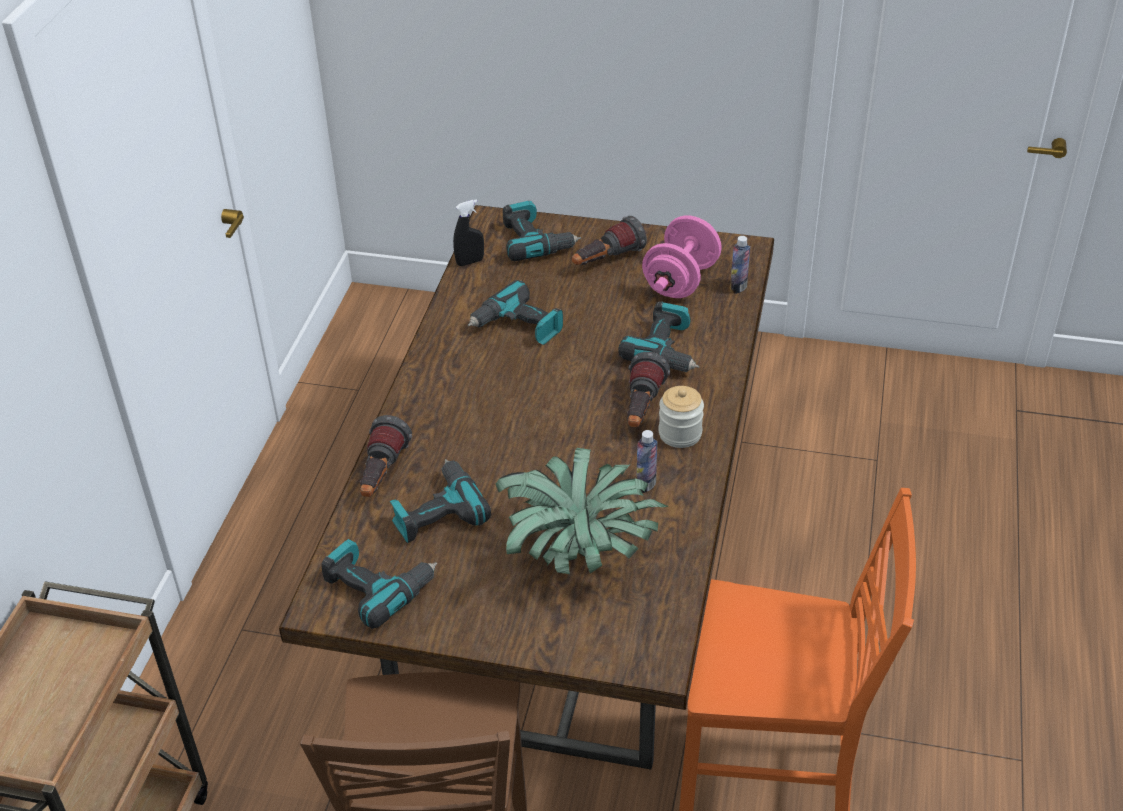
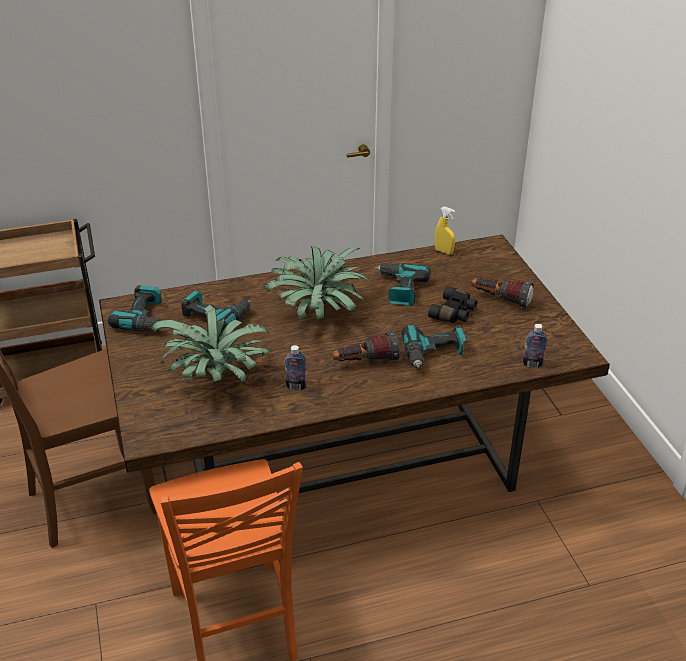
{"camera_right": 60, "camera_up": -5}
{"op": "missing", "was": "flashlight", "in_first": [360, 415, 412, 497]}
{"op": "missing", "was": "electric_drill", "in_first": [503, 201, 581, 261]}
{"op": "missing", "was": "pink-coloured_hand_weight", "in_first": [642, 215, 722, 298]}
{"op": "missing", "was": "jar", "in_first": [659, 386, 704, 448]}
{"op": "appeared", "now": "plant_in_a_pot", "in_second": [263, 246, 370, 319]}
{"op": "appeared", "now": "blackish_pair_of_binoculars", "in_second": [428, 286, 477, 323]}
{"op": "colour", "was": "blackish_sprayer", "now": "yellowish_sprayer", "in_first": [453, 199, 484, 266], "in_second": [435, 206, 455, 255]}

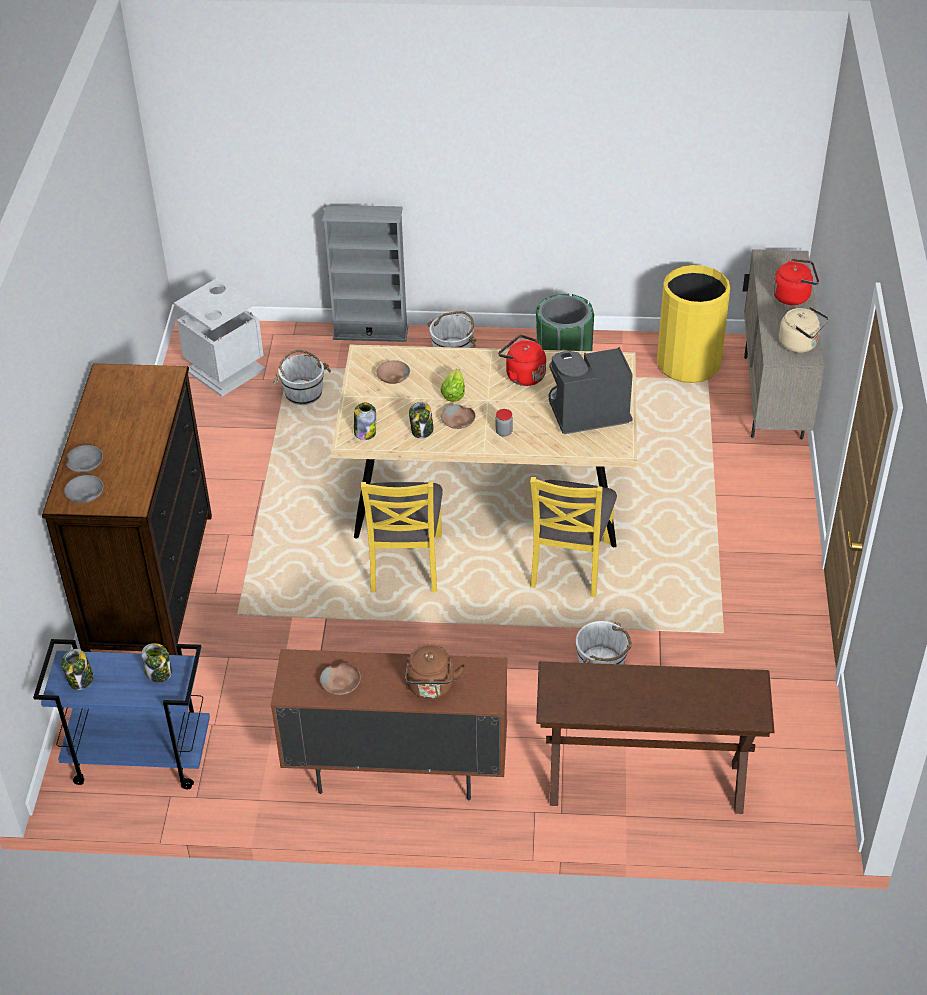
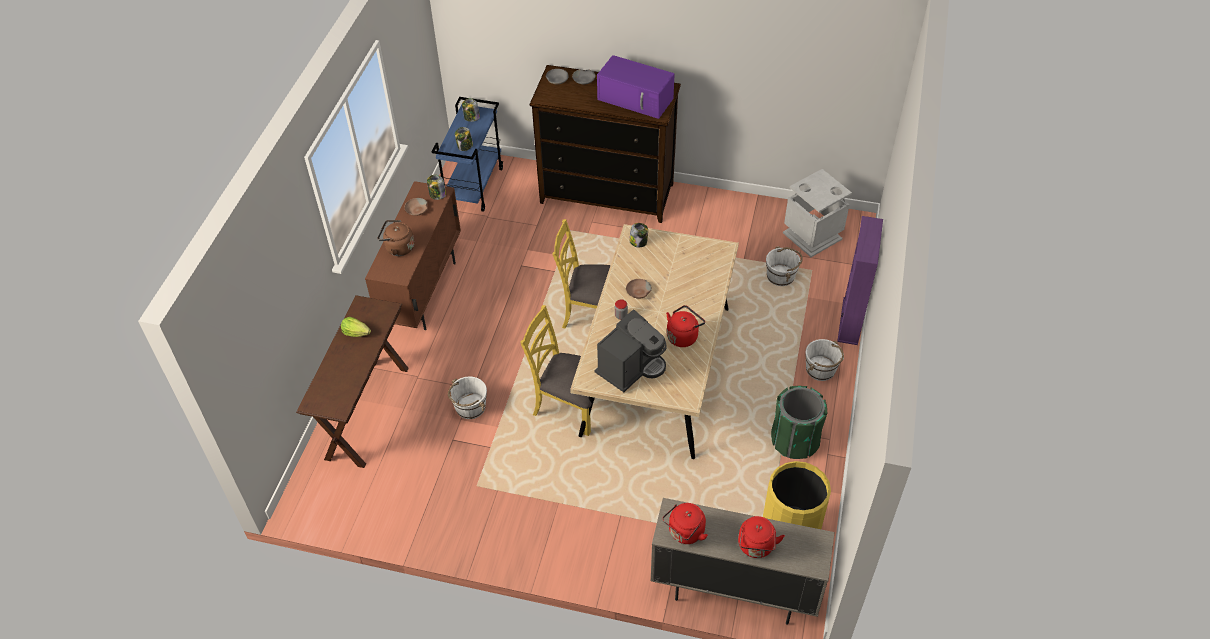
{"camera_right": 100, "camera_up": 5}
{"op": "missing", "was": "brown-coloured_deep_dish", "in_first": [377, 360, 410, 384]}
{"op": "appeared", "now": "purple_kitchen_microwave", "in_second": [597, 55, 675, 119]}
{"op": "relocated", "was": "jar", "in_first": [409, 402, 434, 439], "in_second": [427, 175, 446, 200]}
{"op": "relocated", "was": "lettuce_head", "in_first": [440, 369, 465, 402], "in_second": [341, 317, 371, 337]}
{"op": "colour", "was": "gray_bookcase", "now": "purple_bookcase", "in_first": [322, 205, 408, 342], "in_second": [837, 216, 883, 345]}
{"op": "colour", "was": "sand-coloured_kettle", "now": "red-coloured_kettle", "in_first": [779, 307, 829, 353], "in_second": [663, 503, 708, 544]}
{"op": "spun", "was": "coffee_machine", "in_first": [549, 347, 633, 434], "in_second": [595, 309, 667, 392], "clockwise": 45}

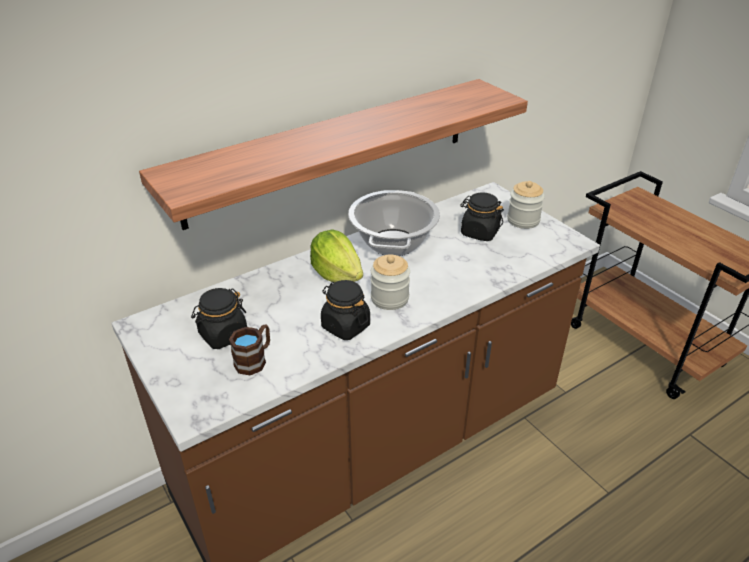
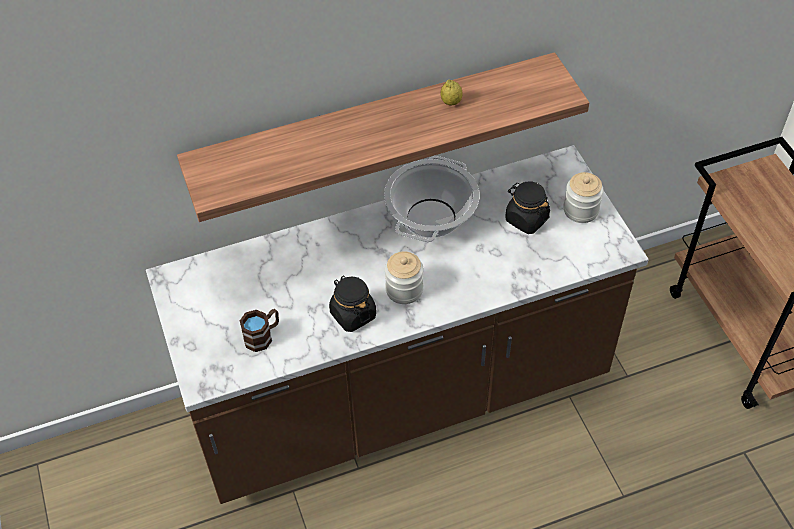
{"camera_right": 15, "camera_up": 15}
{"op": "missing", "was": "blackish_jar", "in_first": [191, 288, 247, 349]}
{"op": "missing", "was": "lettuce_head", "in_first": [310, 229, 363, 282]}
{"op": "appeared", "now": "citrus_fruit", "in_second": [440, 79, 463, 106]}

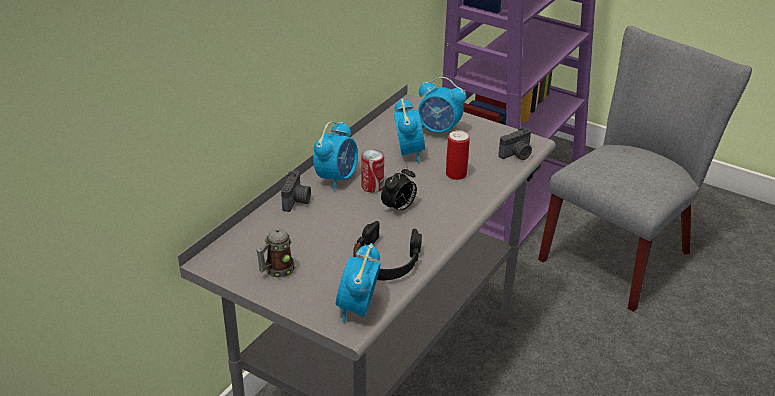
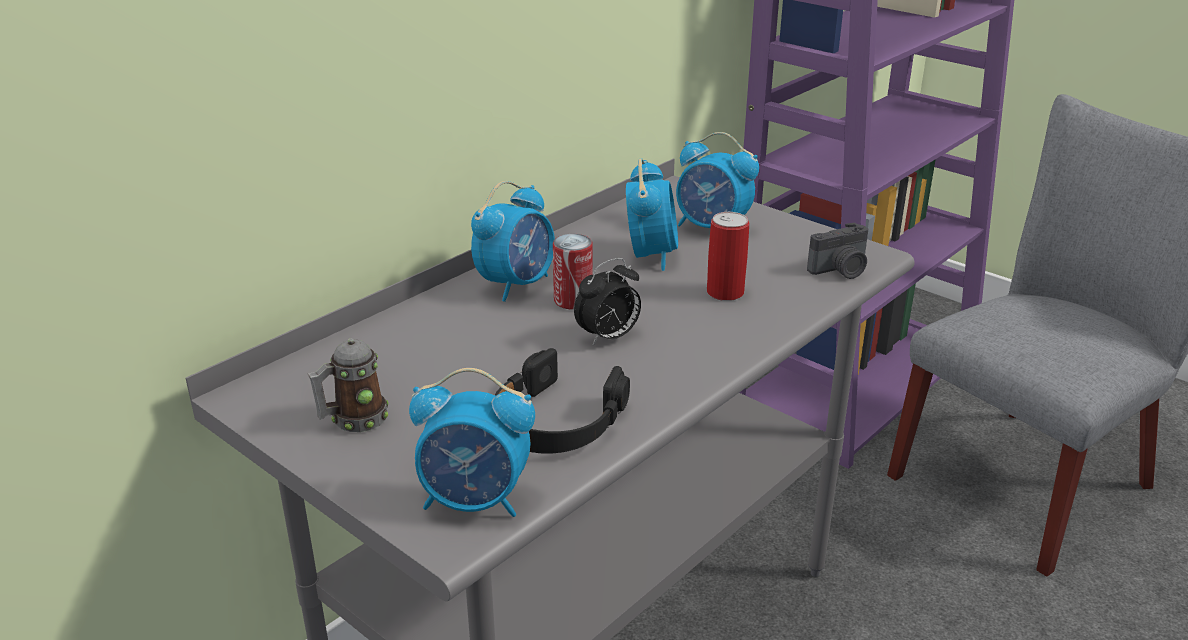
{"camera_right": 10, "camera_up": -5}
{"op": "missing", "was": "still_camera", "in_first": [281, 170, 311, 212]}
{"op": "spun", "was": "bedside_clock", "in_first": [336, 243, 381, 322], "in_second": [409, 368, 535, 517], "clockwise": -105}

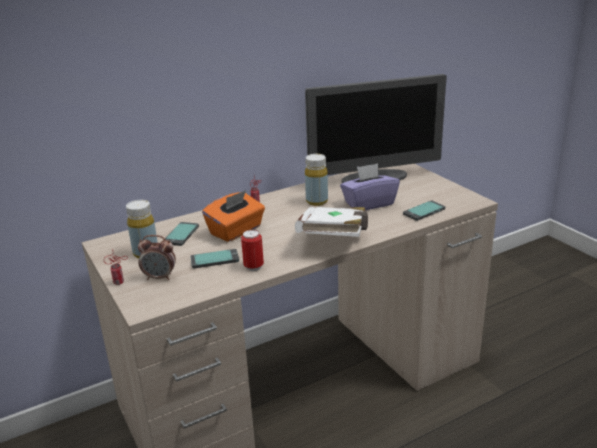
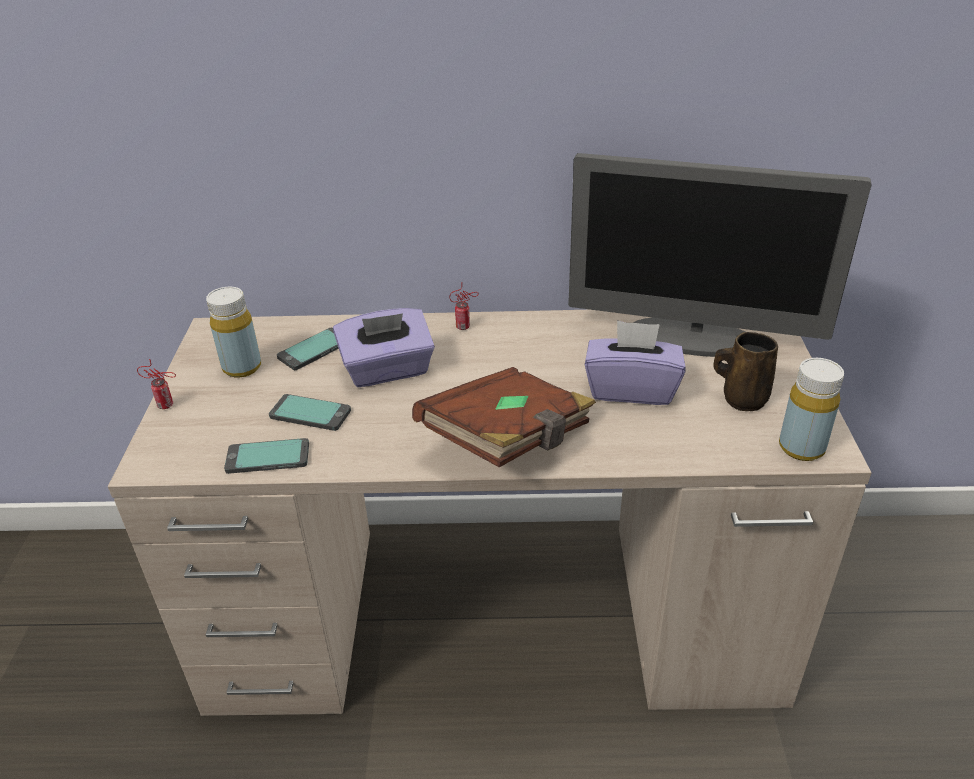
{"camera_right": 30, "camera_up": 10}
{"op": "missing", "was": "bedside_clock", "in_first": [138, 235, 176, 280]}
{"op": "missing", "was": "metal_can", "in_first": [241, 230, 264, 271]}
{"op": "appeared", "now": "brown-coloured_mug", "in_second": [713, 332, 778, 411]}
{"op": "relocated", "was": "yellowish_bottle", "in_first": [305, 154, 328, 206], "in_second": [779, 358, 844, 461]}
{"op": "relocated", "was": "phone", "in_first": [403, 201, 445, 221], "in_second": [224, 438, 309, 474]}
{"op": "colour", "was": "orangey_tissue_holder", "now": "purple_tissue_holder", "in_first": [202, 190, 265, 242], "in_second": [333, 308, 435, 387]}
{"op": "colour", "was": "whitish_volume", "now": "brown-coloured_volume", "in_first": [295, 207, 368, 237], "in_second": [412, 367, 596, 467]}

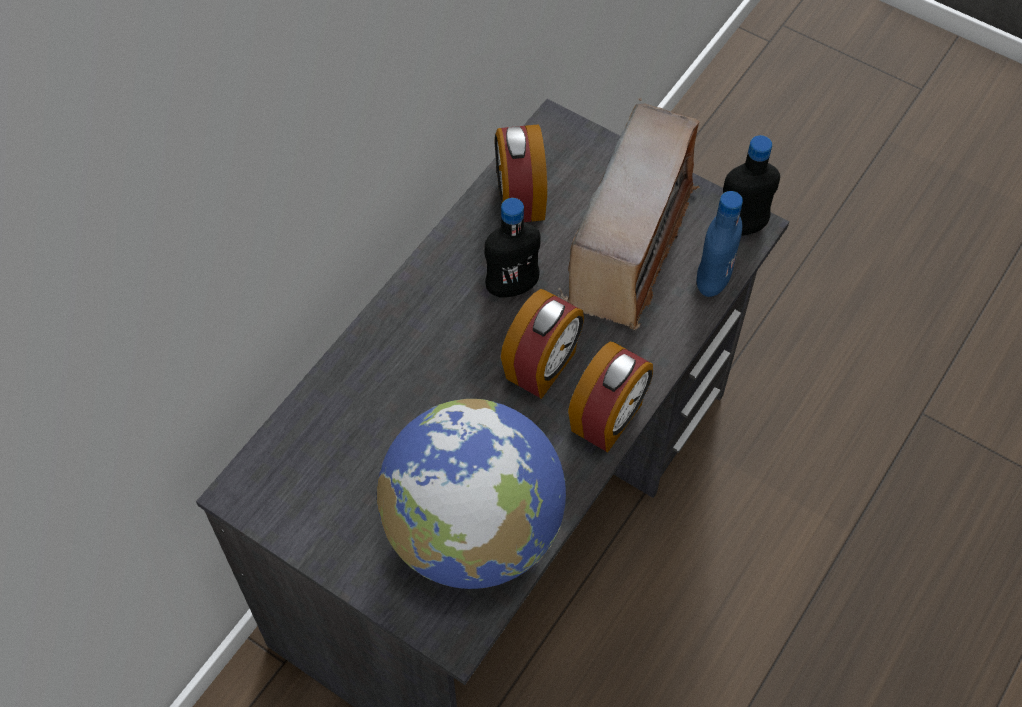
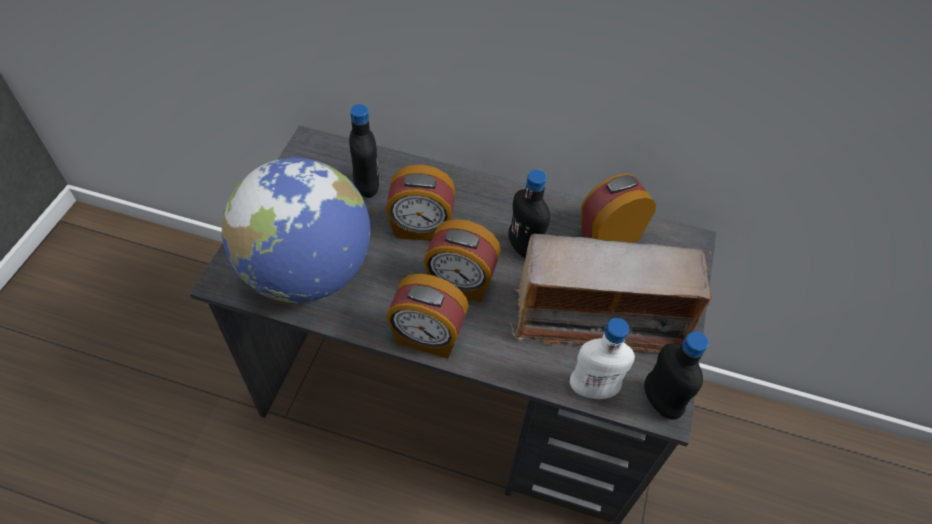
{"camera_right": 70, "camera_up": -5}
{"op": "appeared", "now": "blackish_bottle", "in_second": [349, 104, 379, 198]}
{"op": "appeared", "now": "bedside_clock", "in_second": [386, 165, 455, 241]}
{"op": "colour", "was": "blue-coloured_bottle", "now": "whitish_bottle", "in_first": [697, 191, 743, 297], "in_second": [570, 318, 635, 399]}

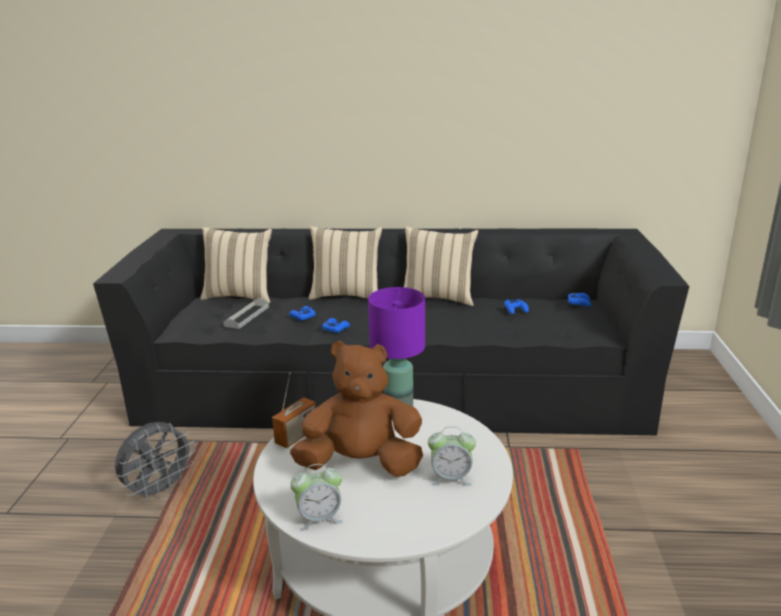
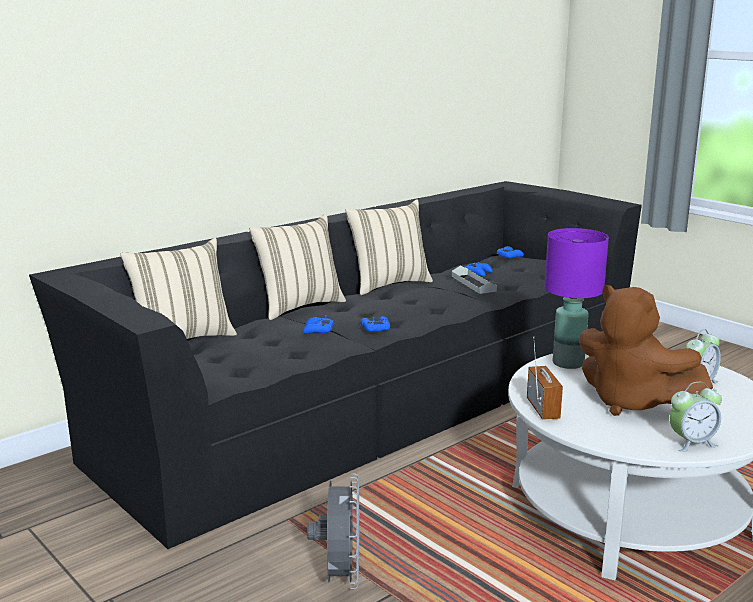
{"camera_right": -45, "camera_up": -5}
{"op": "relocated", "was": "gray_serving_tray", "in_first": [223, 298, 269, 329], "in_second": [452, 266, 497, 294]}
{"op": "spun", "was": "brown-coloured_cuddly_toy", "in_first": [290, 341, 423, 477], "in_second": [579, 284, 713, 416], "clockwise": -90}
{"op": "spun", "was": "bedside_clock", "in_first": [290, 464, 343, 531], "in_second": [670, 382, 722, 452], "clockwise": 45}

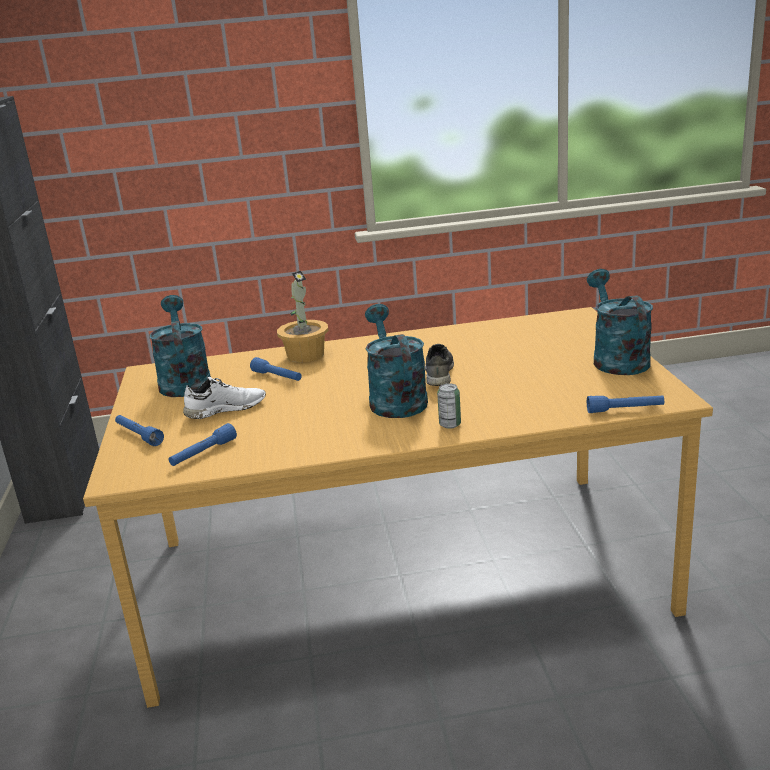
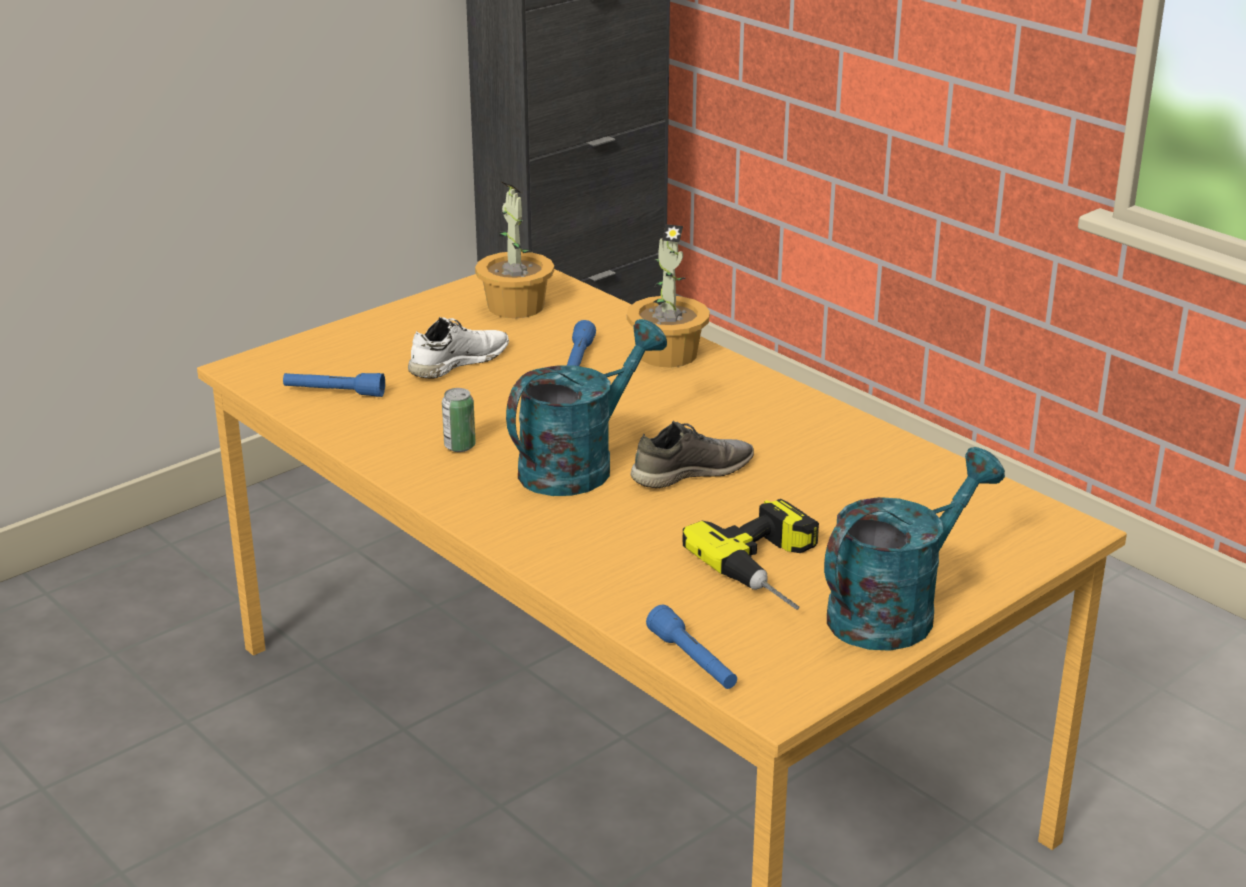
{"camera_right": 55, "camera_up": 5}
{"op": "missing", "was": "blue-coloured_flashlight", "in_first": [115, 415, 164, 446]}
{"op": "appeared", "now": "electric_drill", "in_second": [683, 499, 819, 610]}
{"op": "relocated", "was": "metal_can", "in_first": [437, 383, 461, 429], "in_second": [442, 388, 476, 452]}
{"op": "exchanged", "was": "turquoise_sprinkling_can", "now": "plant_in_a_pot", "in_first": [149, 295, 211, 397], "in_second": [475, 182, 554, 318]}
{"op": "spun", "was": "whitish_low_shoe", "in_first": [183, 377, 266, 419], "in_second": [408, 317, 509, 378], "clockwise": -75}

